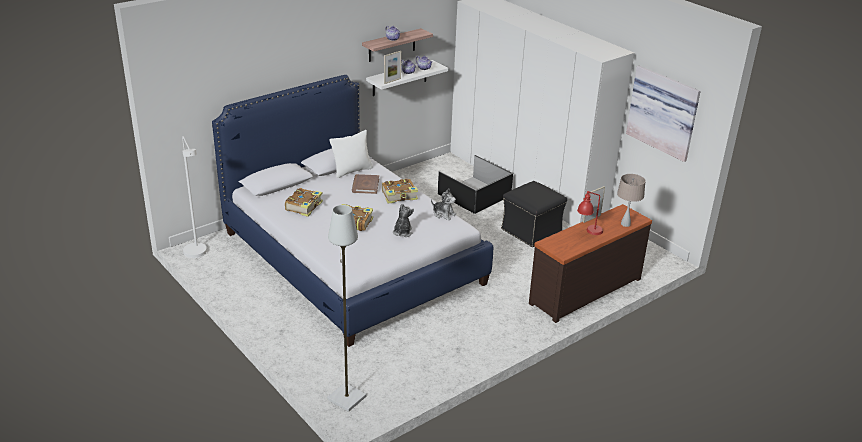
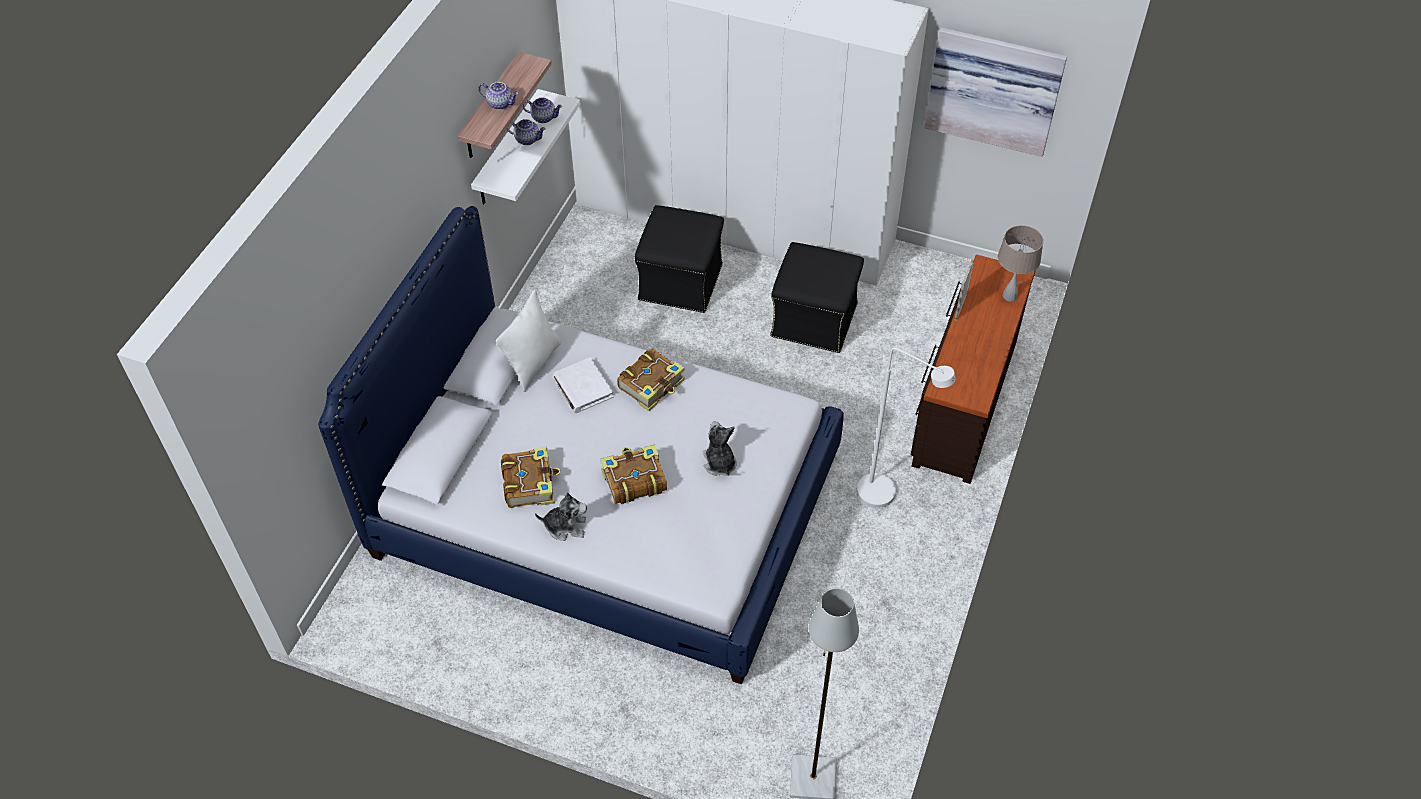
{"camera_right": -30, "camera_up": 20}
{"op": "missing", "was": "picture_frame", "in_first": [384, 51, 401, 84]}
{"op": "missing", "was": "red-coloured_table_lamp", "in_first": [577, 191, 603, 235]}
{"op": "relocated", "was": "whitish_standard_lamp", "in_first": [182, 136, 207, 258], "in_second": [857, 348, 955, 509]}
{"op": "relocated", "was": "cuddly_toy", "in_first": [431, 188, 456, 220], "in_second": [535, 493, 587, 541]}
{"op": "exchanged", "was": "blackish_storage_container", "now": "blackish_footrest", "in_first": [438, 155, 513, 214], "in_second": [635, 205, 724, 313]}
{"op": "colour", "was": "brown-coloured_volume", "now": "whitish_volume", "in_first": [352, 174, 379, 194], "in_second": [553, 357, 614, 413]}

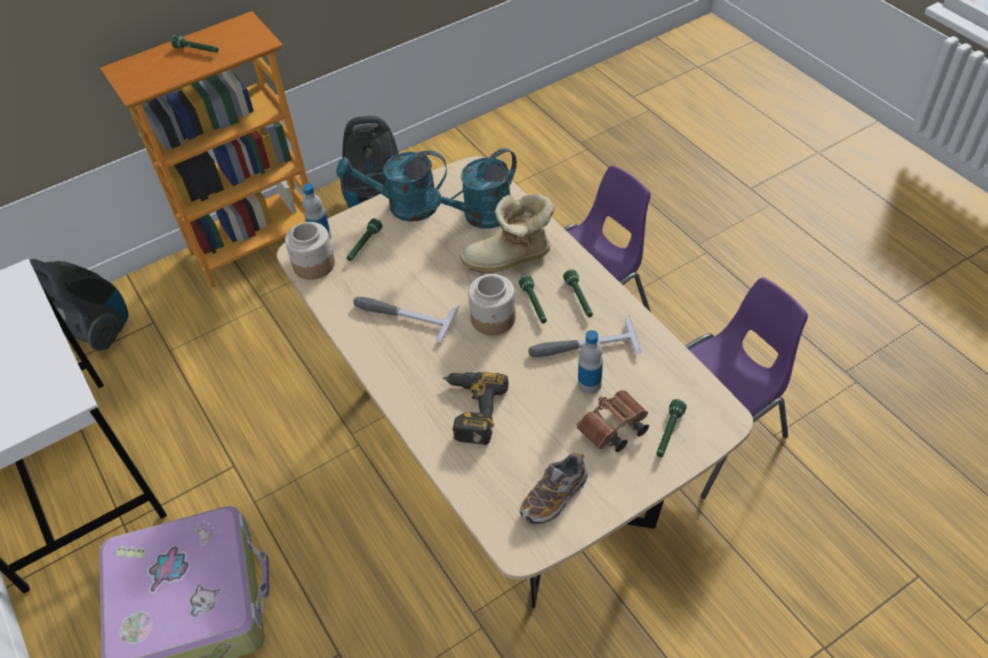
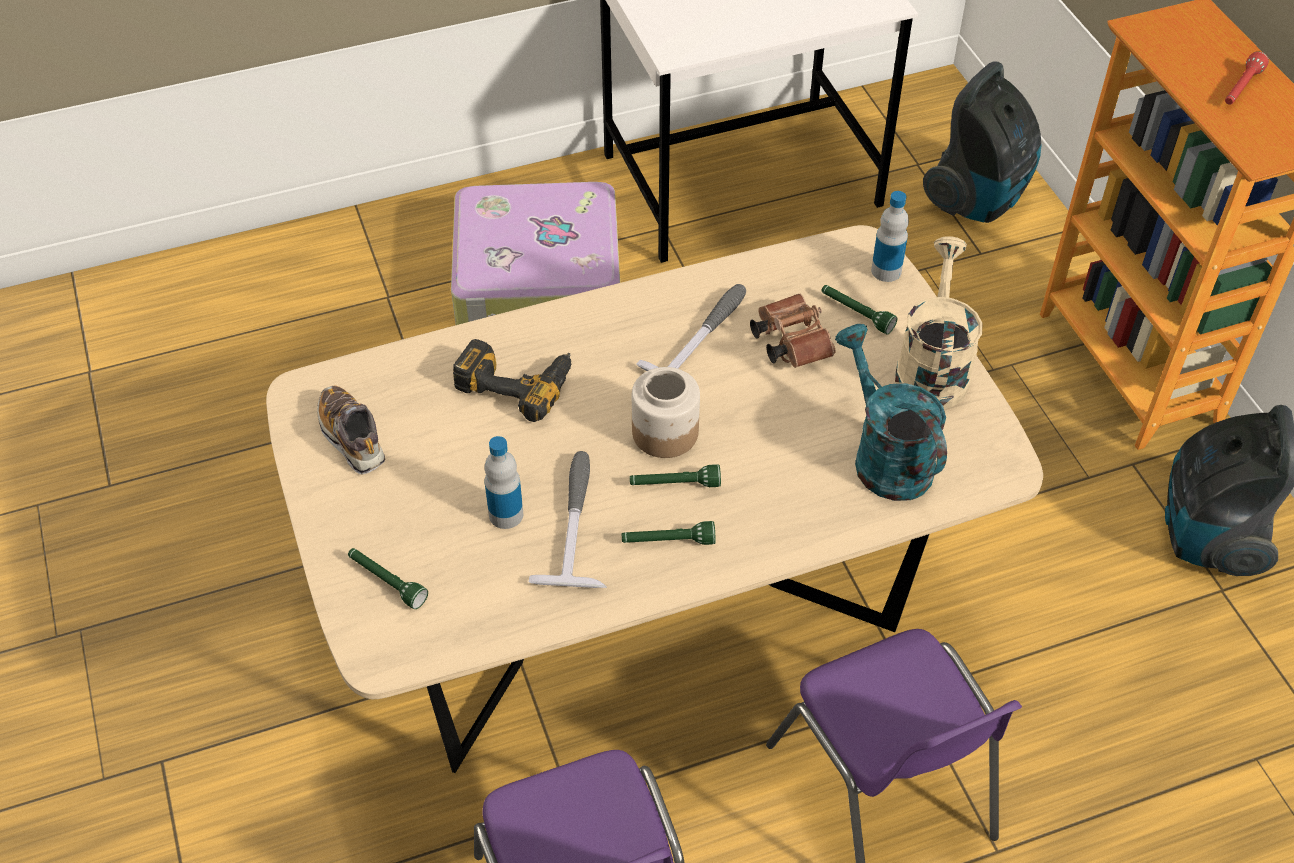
{"camera_right": 100, "camera_up": 0}
{"op": "missing", "was": "jar", "in_first": [285, 222, 335, 280]}
{"op": "missing", "was": "boot", "in_first": [460, 193, 555, 273]}
{"op": "relocated", "was": "brown-coloured_pair_of_binoculars", "in_first": [577, 390, 649, 452], "in_second": [750, 294, 835, 368]}
{"op": "colour", "was": "green_flashlight", "now": "red-coloured_flashlight", "in_first": [171, 35, 219, 52], "in_second": [1225, 51, 1269, 105]}
{"op": "colour", "was": "turquoise_sprinkling_can", "now": "sand-coloured_sprinkling_can", "in_first": [336, 150, 447, 222], "in_second": [895, 236, 982, 409]}

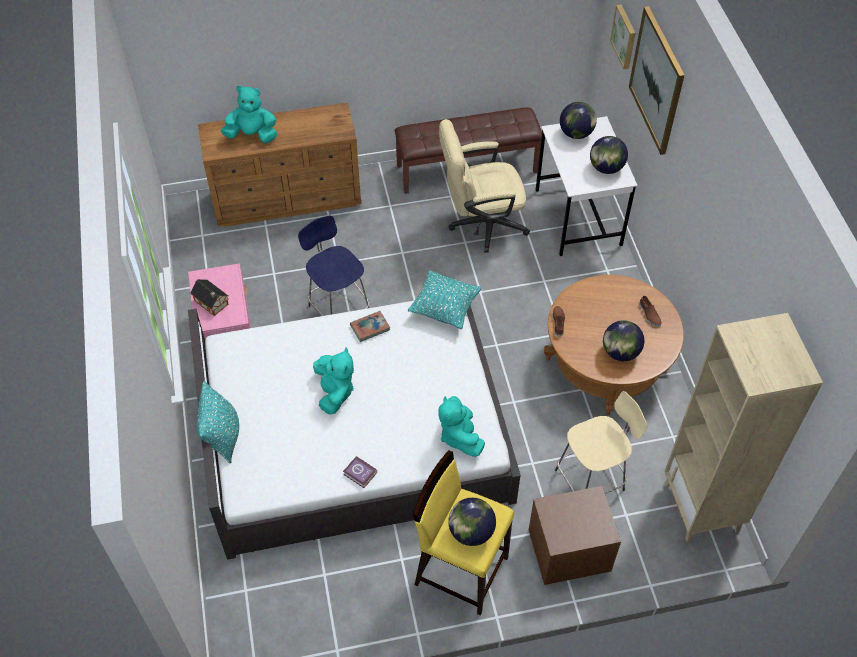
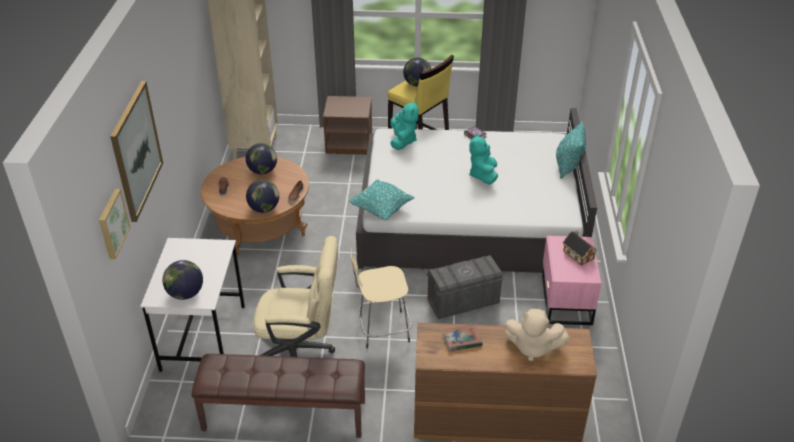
{"camera_right": -165, "camera_up": -15}
{"op": "relocated", "was": "volume", "in_first": [350, 311, 390, 342], "in_second": [443, 324, 483, 351]}
{"op": "relocated", "was": "sand-coloured_sitting_stool", "in_first": [555, 391, 647, 493], "in_second": [350, 248, 411, 348]}
{"op": "relocated", "was": "desk_globe", "in_first": [590, 136, 628, 174], "in_second": [246, 180, 279, 213]}
{"op": "exchanged", "was": "blue-coloured_sitting_stool", "now": "gray_storage_container", "in_first": [298, 216, 369, 316], "in_second": [427, 255, 504, 319]}
{"op": "colour", "was": "turquoise_cuddly_toy", "now": "sand-coloured_cuddly_toy", "in_first": [221, 85, 277, 143], "in_second": [505, 309, 569, 361]}

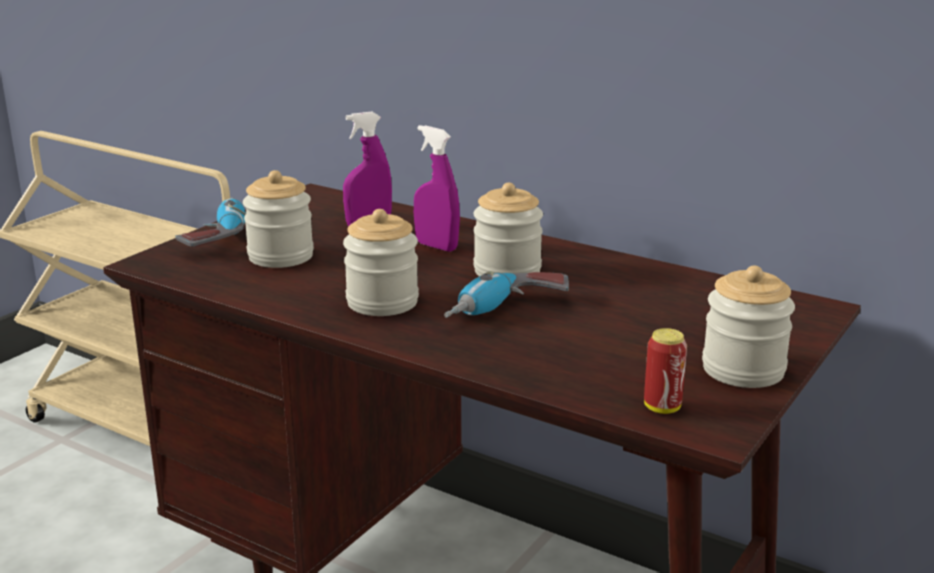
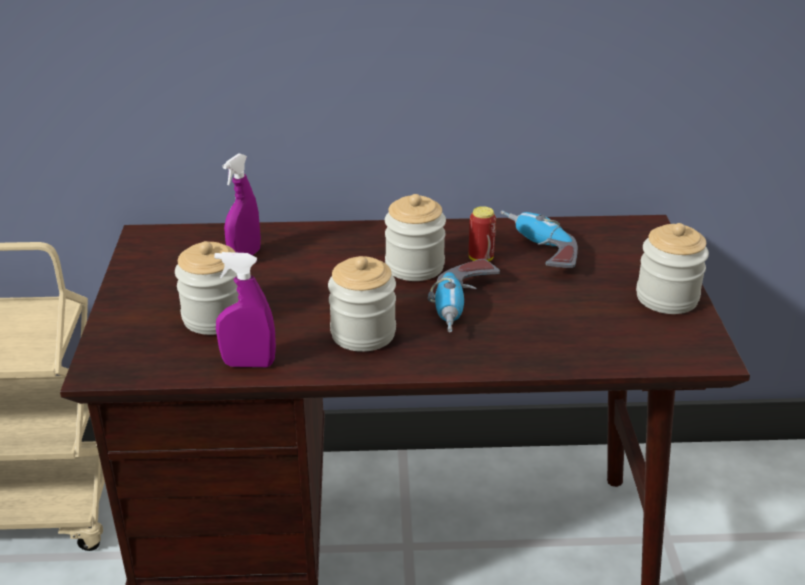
{"camera_right": -35, "camera_up": 10}
{"op": "relocated", "was": "electric_drill", "in_first": [175, 197, 246, 247], "in_second": [500, 210, 578, 268]}
{"op": "relocated", "was": "purple_sprayer", "in_first": [414, 125, 460, 252], "in_second": [214, 252, 276, 367]}
{"op": "relocated", "was": "metal_can", "in_first": [644, 328, 687, 414], "in_second": [469, 206, 496, 261]}

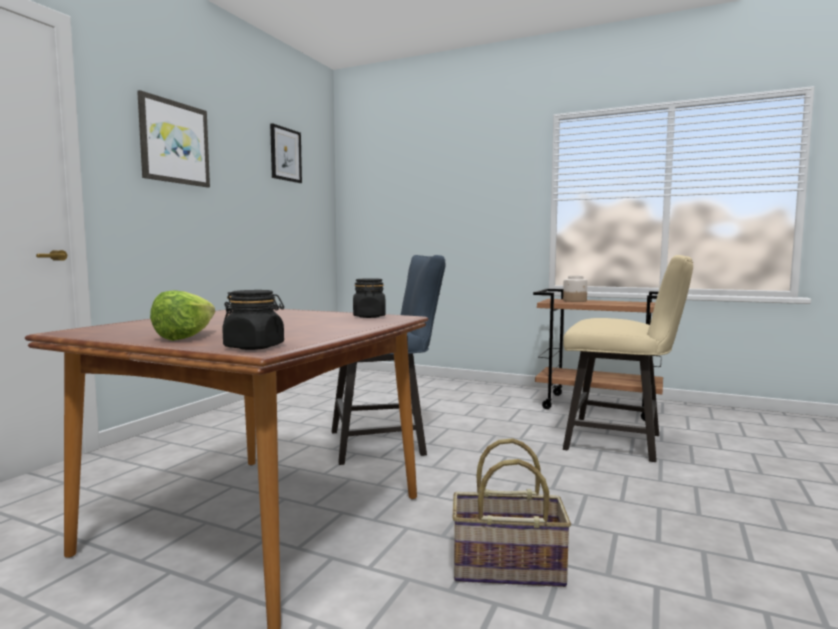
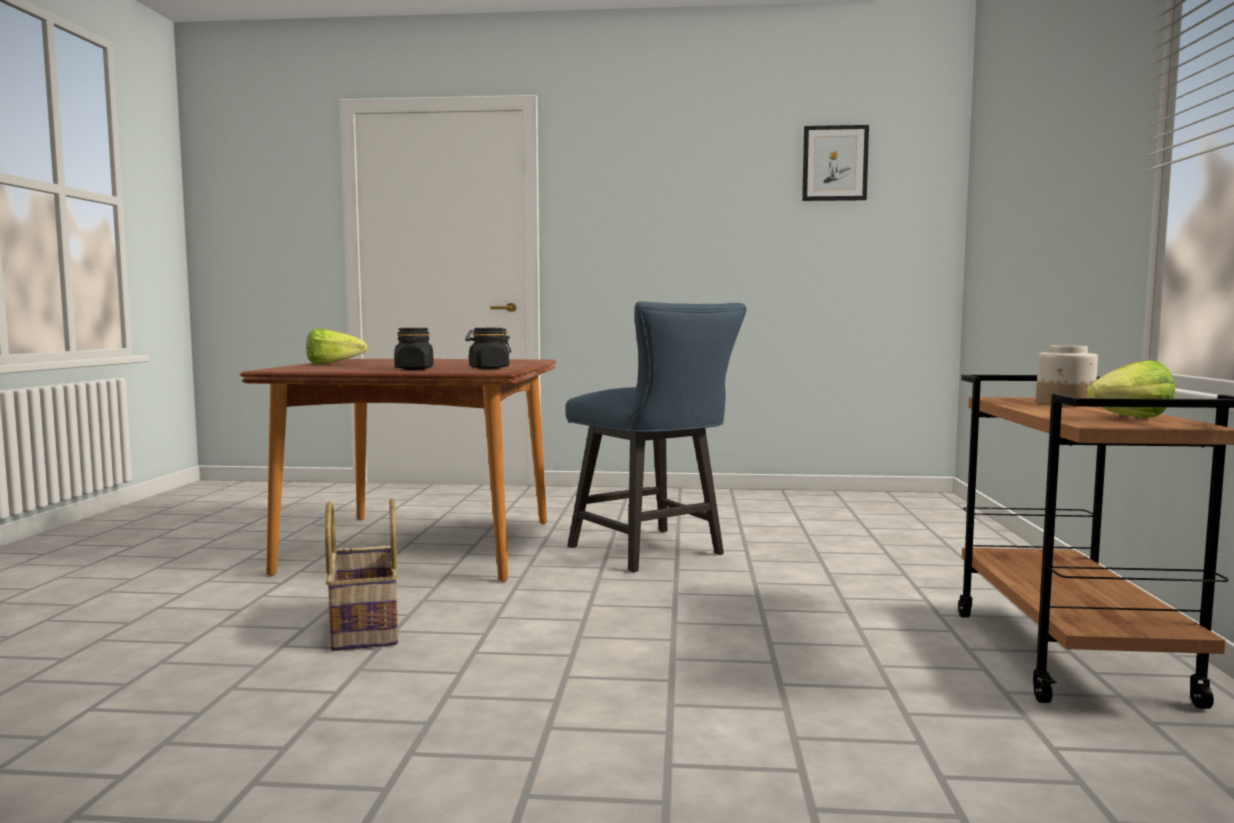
{"camera_right": 70, "camera_up": 0}
{"op": "missing", "was": "picture", "in_first": [137, 90, 210, 187]}
{"op": "missing", "was": "sand-coloured_upright_chair", "in_first": [563, 255, 693, 462]}
{"op": "appeared", "now": "lettuce_head", "in_second": [1086, 360, 1175, 418]}
{"op": "relocated", "was": "blackish_jar", "in_first": [222, 290, 284, 350], "in_second": [394, 328, 434, 370]}

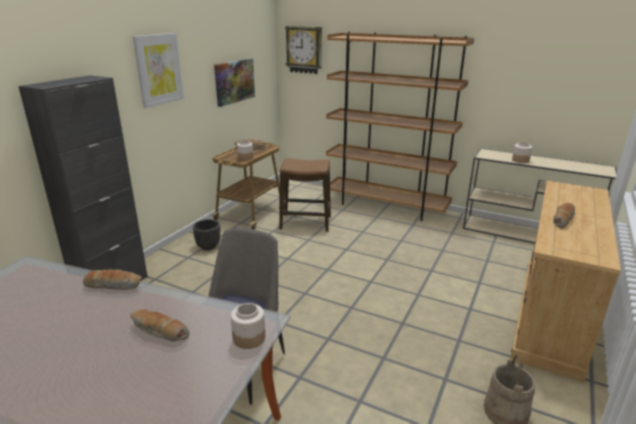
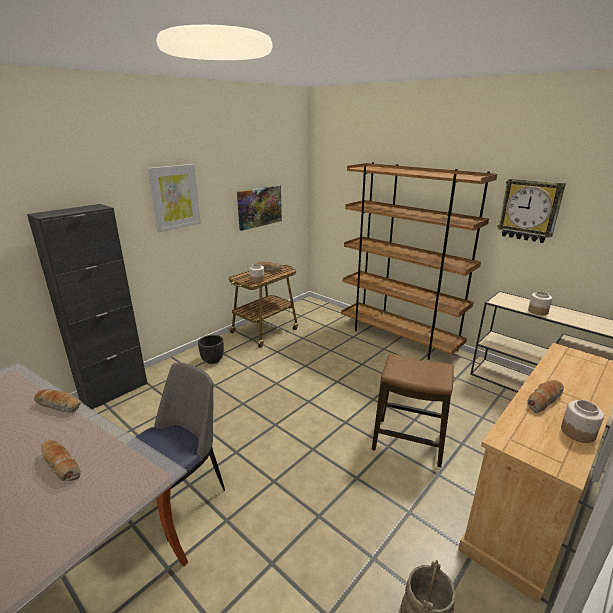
{"camera_right": 15, "camera_up": 0}
{"op": "relocated", "was": "jar", "in_first": [231, 303, 265, 349], "in_second": [561, 400, 604, 443]}
{"op": "relocated", "was": "sitting_stool", "in_first": [279, 158, 331, 232], "in_second": [372, 353, 454, 467]}
{"op": "relocated", "was": "hanging_clock", "in_first": [285, 26, 322, 74], "in_second": [498, 178, 566, 243]}

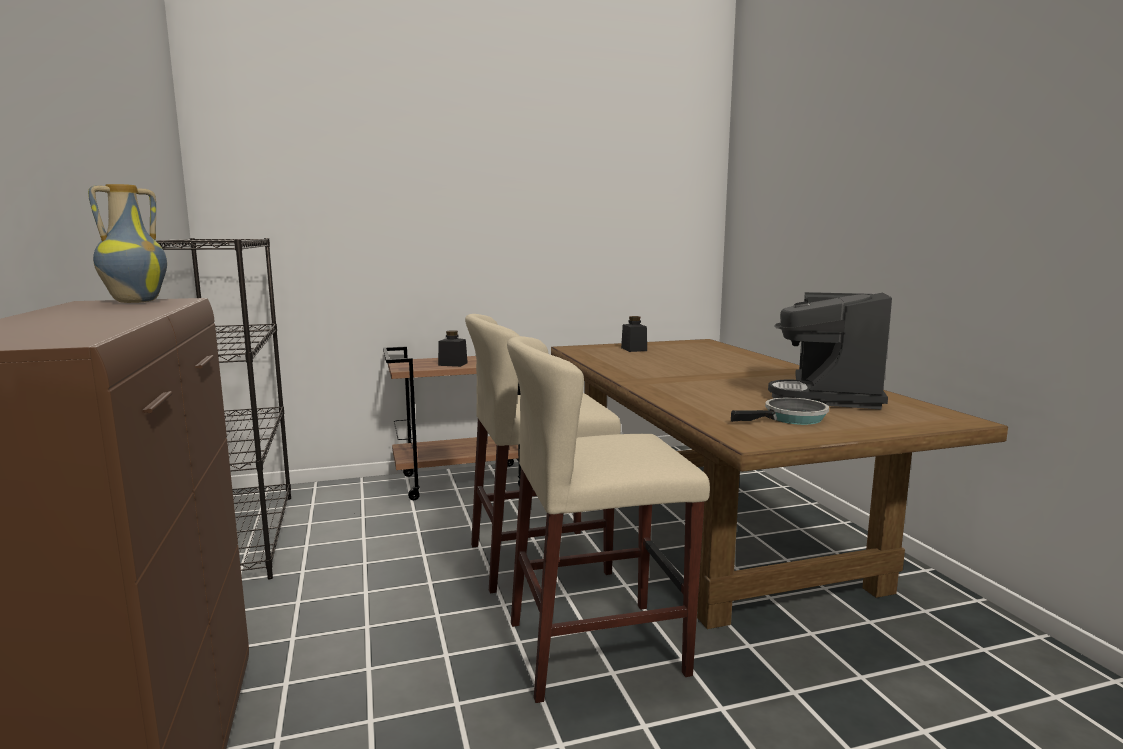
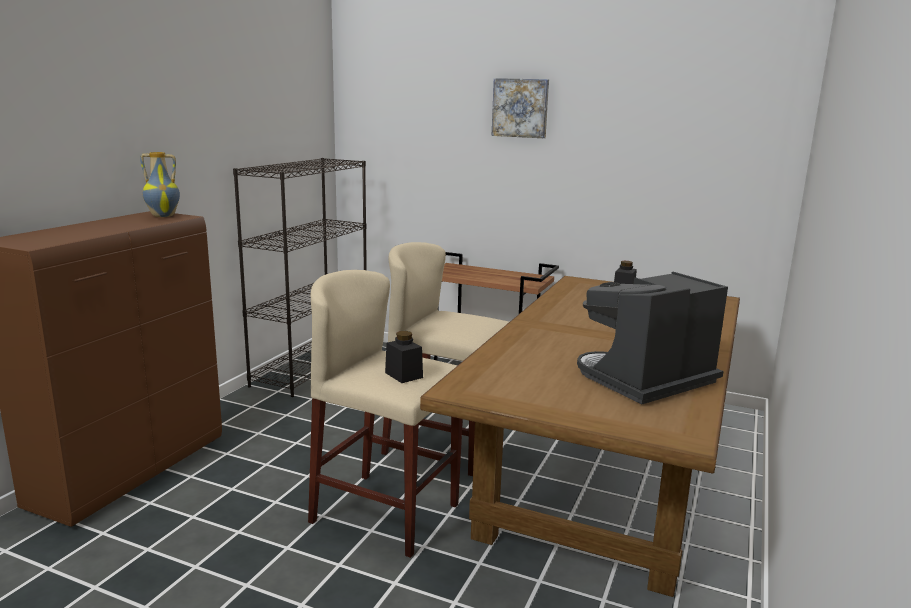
{"camera_right": 40, "camera_up": 5}
{"op": "missing", "was": "frying_pan", "in_first": [731, 398, 829, 425]}
{"op": "appeared", "now": "picture", "in_second": [491, 78, 549, 138]}
{"op": "relocated", "was": "blackish_jar", "in_first": [438, 330, 468, 367], "in_second": [385, 331, 423, 383]}

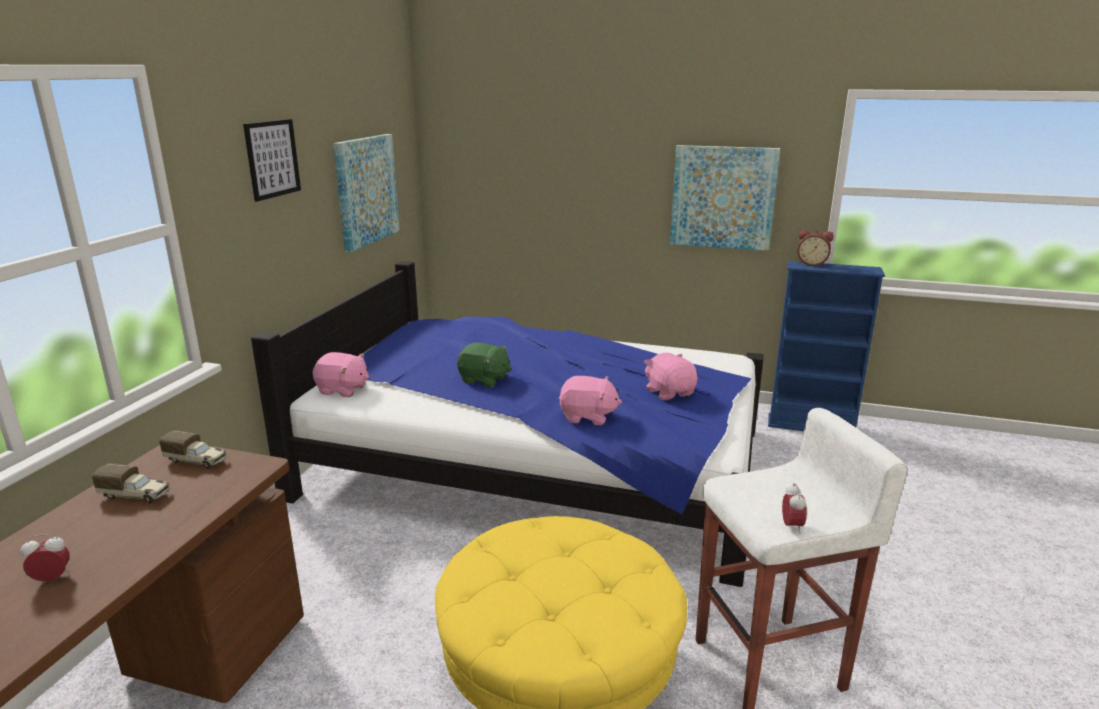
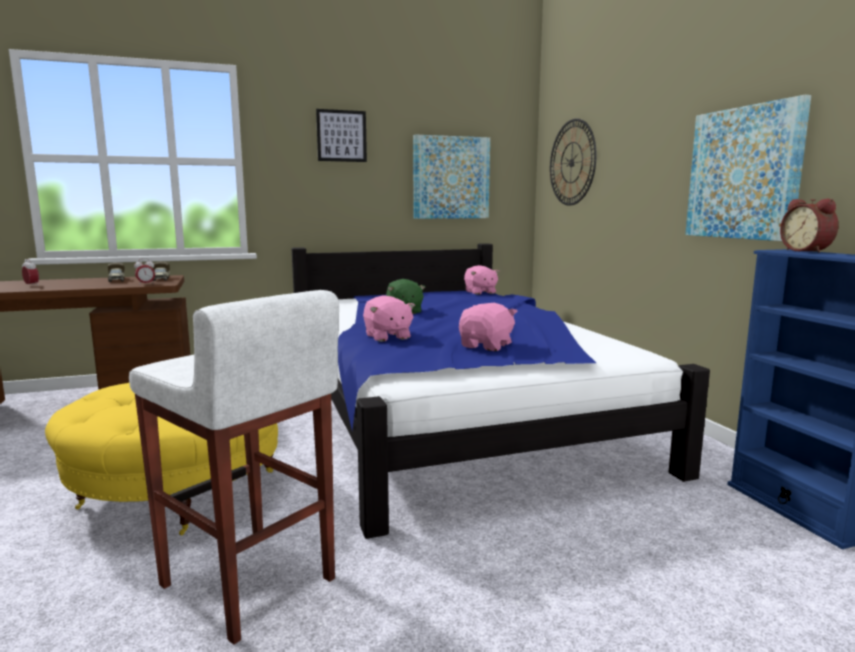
{"camera_right": 55, "camera_up": -10}
{"op": "appeared", "now": "hanging_clock", "in_second": [550, 119, 597, 206]}
{"op": "relocated", "was": "pink-coloured_cuddly_toy", "in_first": [313, 352, 369, 397], "in_second": [464, 265, 500, 295]}
{"op": "relocated", "was": "bedside_clock", "in_first": [782, 483, 807, 534], "in_second": [134, 258, 155, 286]}

